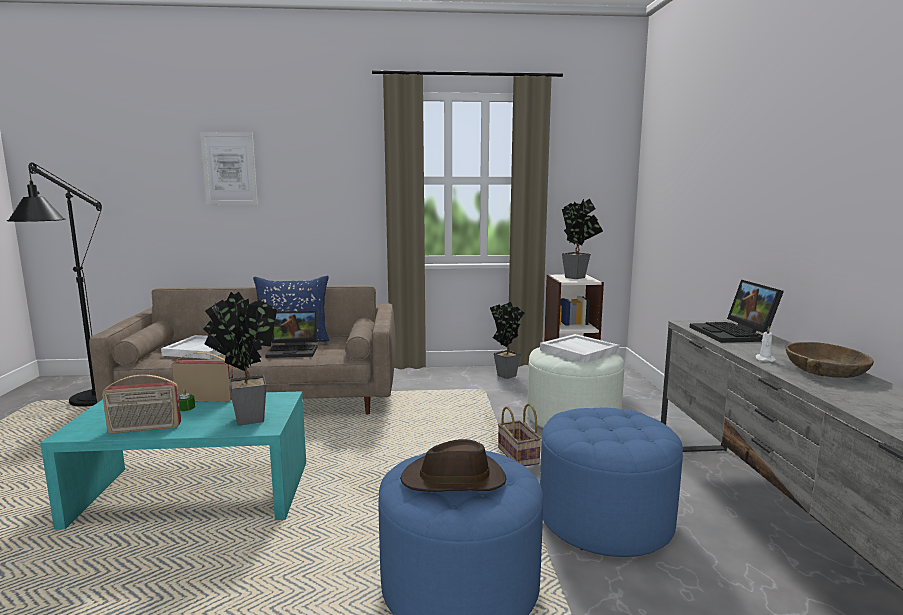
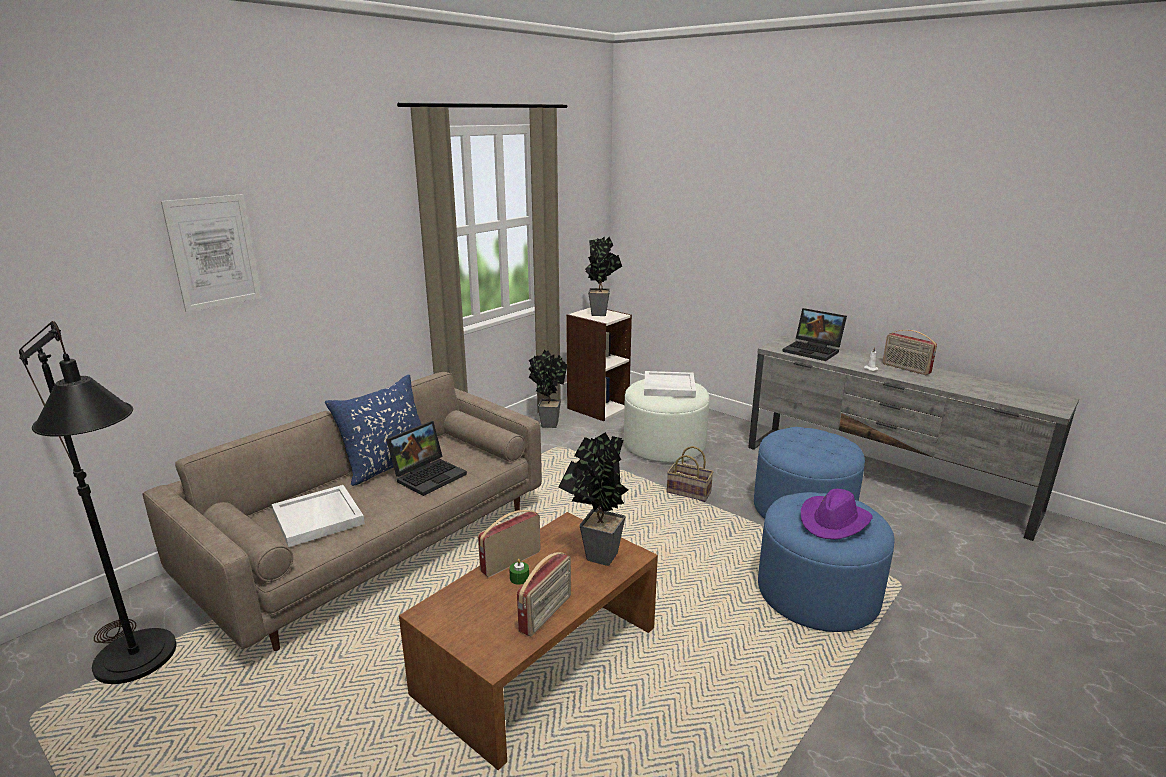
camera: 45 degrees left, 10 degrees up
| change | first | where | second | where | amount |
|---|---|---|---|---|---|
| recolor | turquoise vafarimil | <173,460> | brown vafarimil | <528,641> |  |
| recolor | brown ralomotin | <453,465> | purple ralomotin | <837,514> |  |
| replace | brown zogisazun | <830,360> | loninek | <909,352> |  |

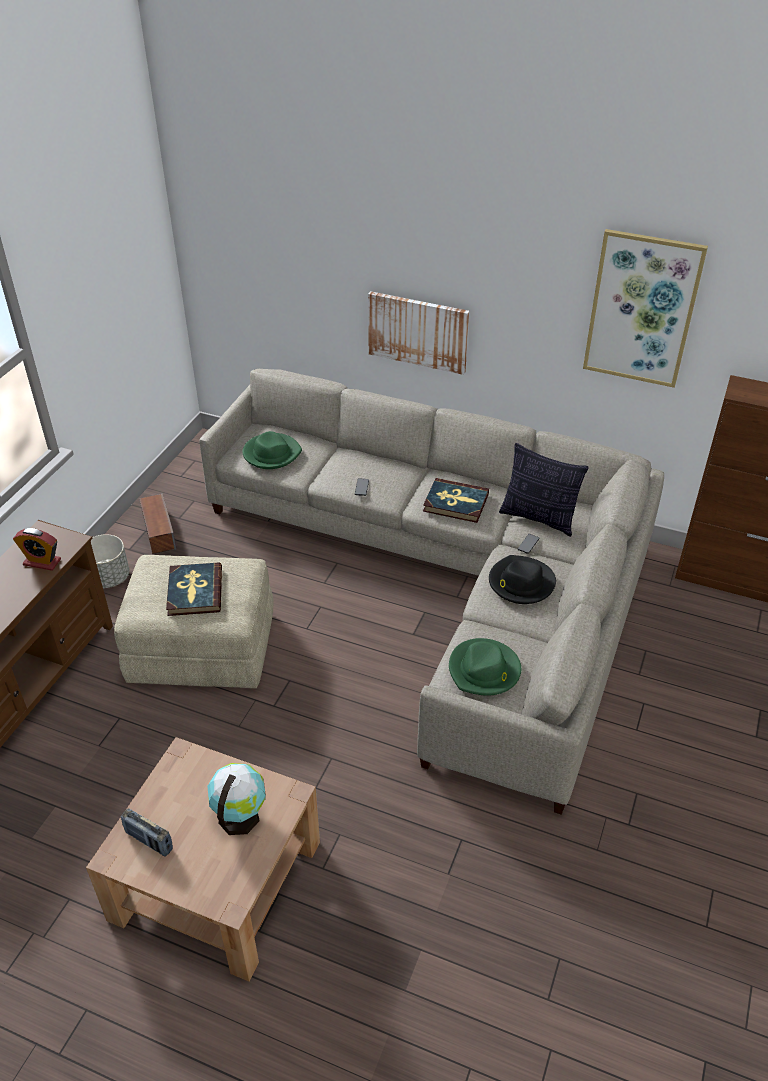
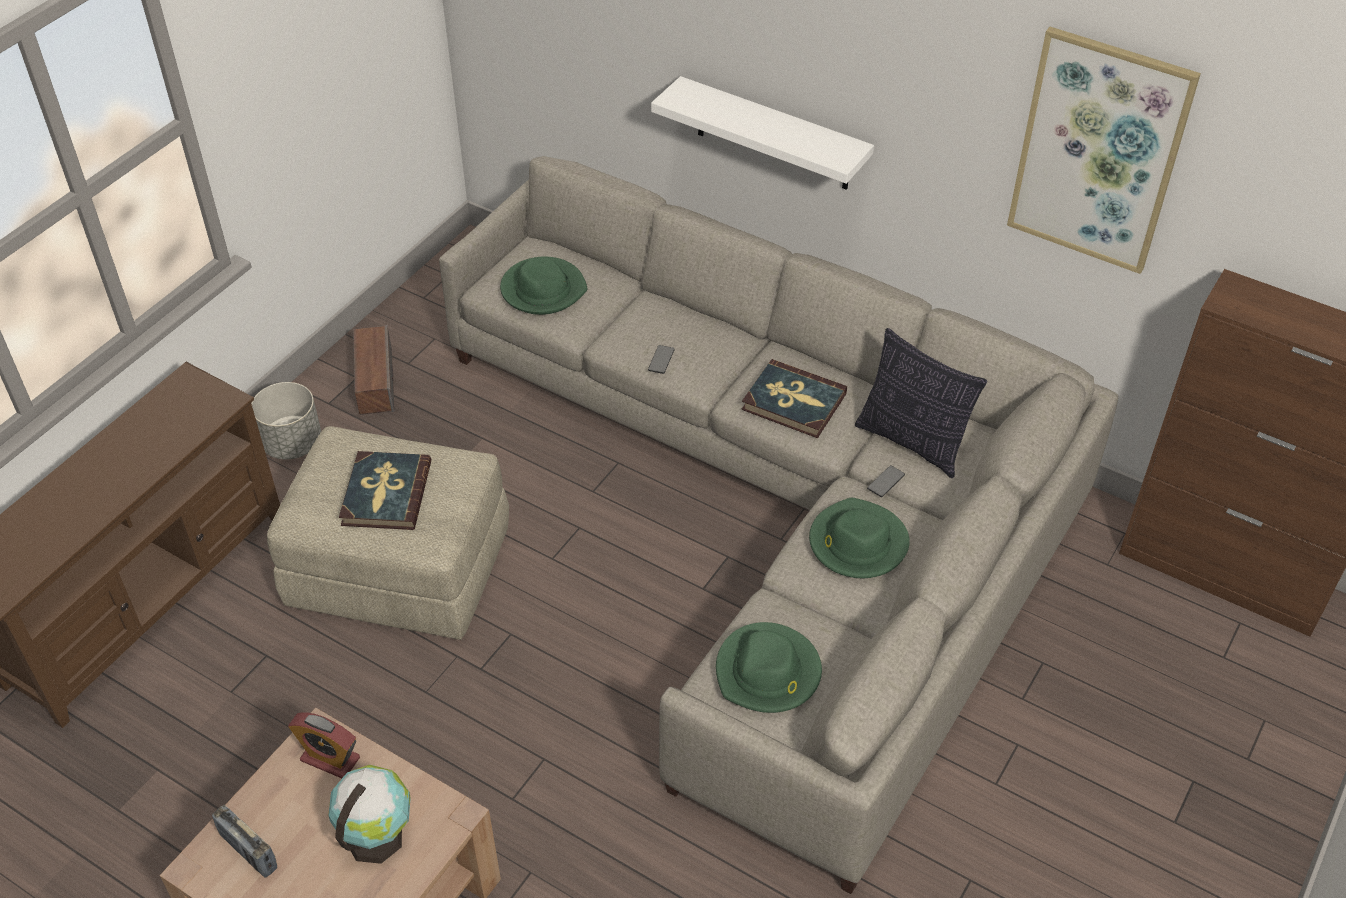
camera: 10 degrees right, 5 degrees up
| change | first | where | second | where | amount |
|---|---|---|---|---|---|
| move | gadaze | <37,549> |  | <324,745> |  |
| replace | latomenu | <418,333> | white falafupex | <762,133> |  |
| recolor | black ralomotin | <522,579> | green ralomotin | <859,538> |  |

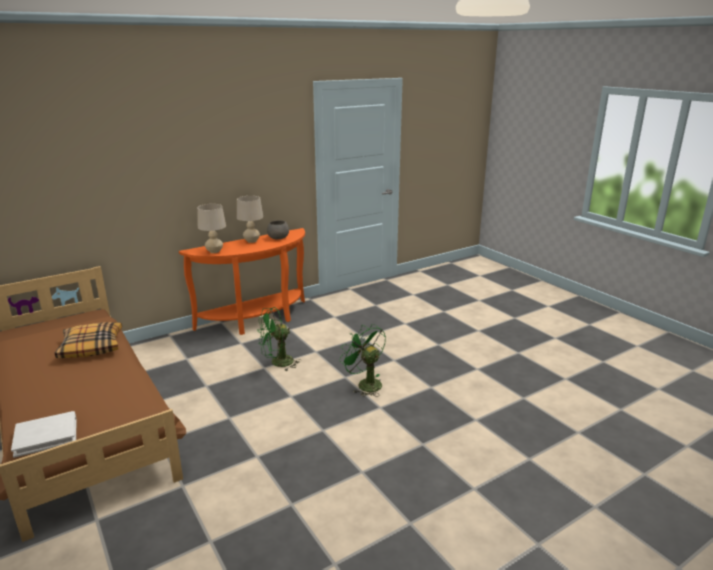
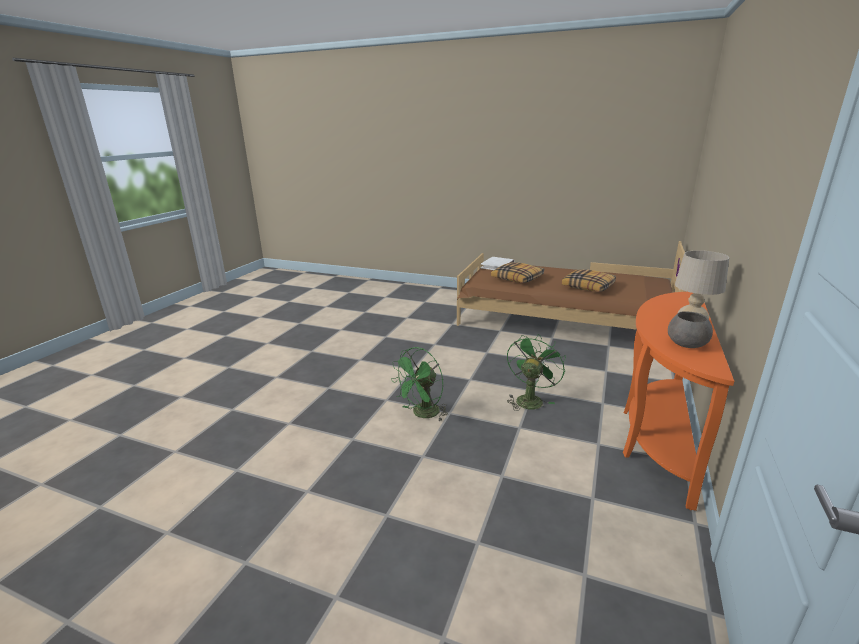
camera: 145 degrees right, 0 degrees up
| change | first | where | second | where | amount |
|---|---|---|---|---|---|
| delete | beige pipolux | <211,228> |  |  |  |
| rotate | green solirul | <362,361> |  | <419,384> | 120 degrees clockwise |
| insert |  |  | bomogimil | <517,272> |  |

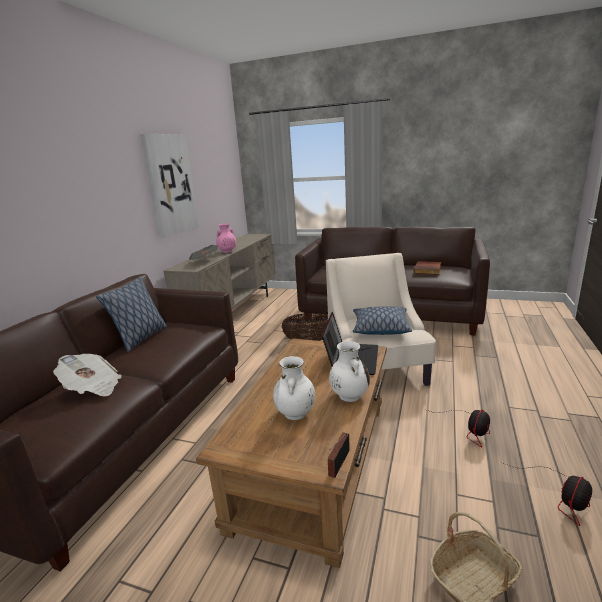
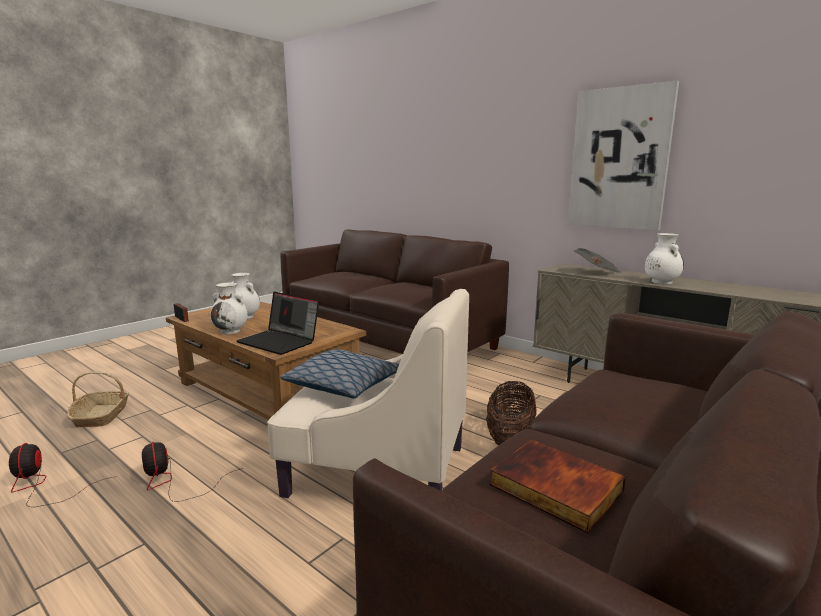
camera: 110 degrees right, 5 degrees down
| change | first | where | second | where | amount |
|---|---|---|---|---|---|
| delete | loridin | <87,375> |  |  |  |
| delete | bomogimil | <131,314> |  |  |  |
| recolor | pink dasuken | <226,238> | white dasuken | <664,258> |  |

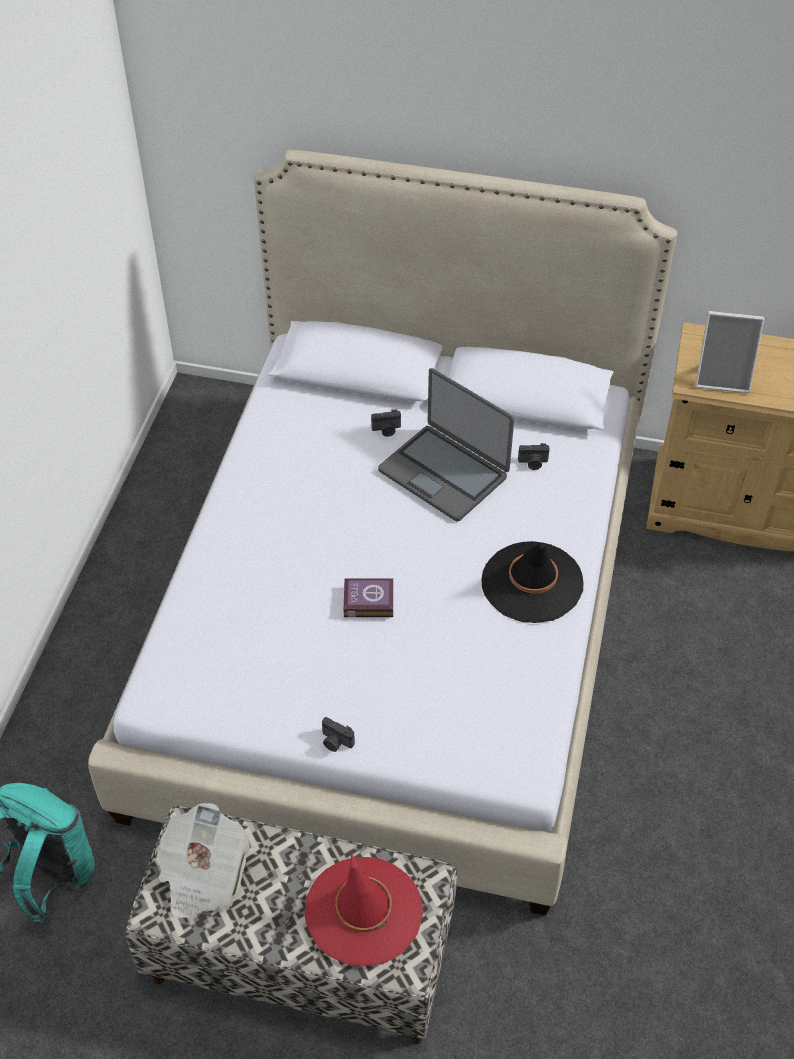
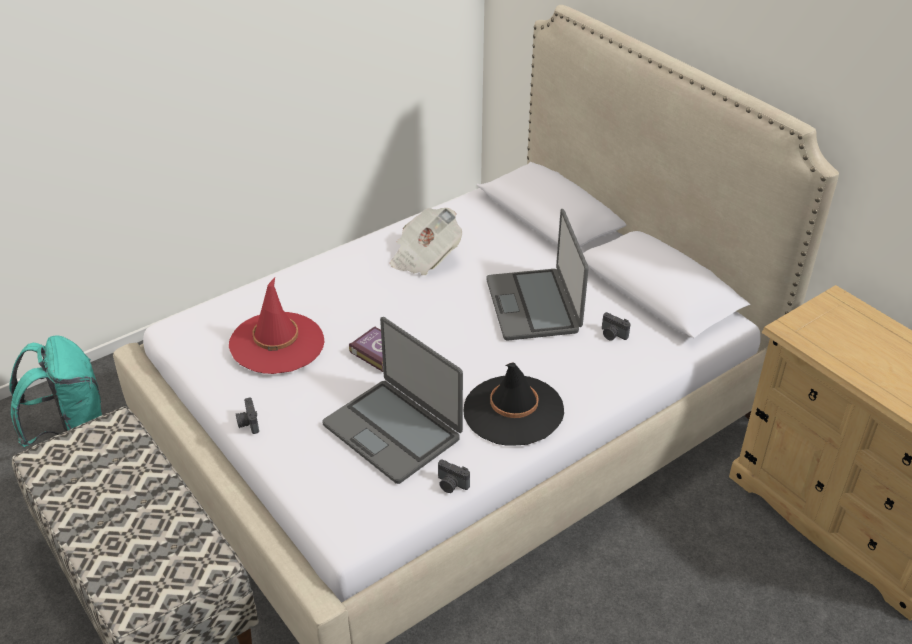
camera: 40 degrees right, 10 degrees down
| change | first | where | second | where | amount |
|---|---|---|---|---|---|
| move | loridin | <202,860> |  | <426,241> |  |
| move | red ralomotin | <364,910> |  | <277,325> |  |
| move | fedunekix | <386,423> |  | <454,476> |  |
| delete | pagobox | <730,352> |  |  |  |
| insert |  |  | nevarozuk | <392,400> |  |

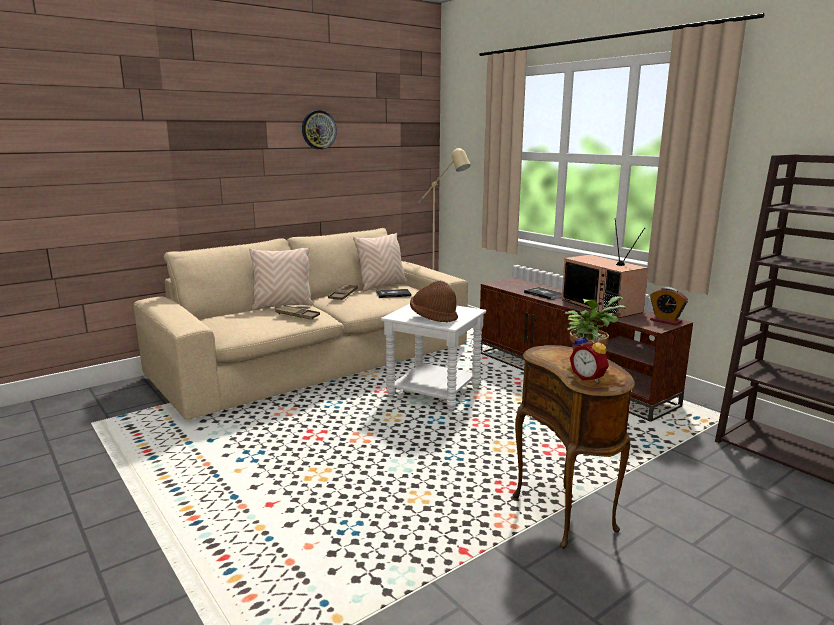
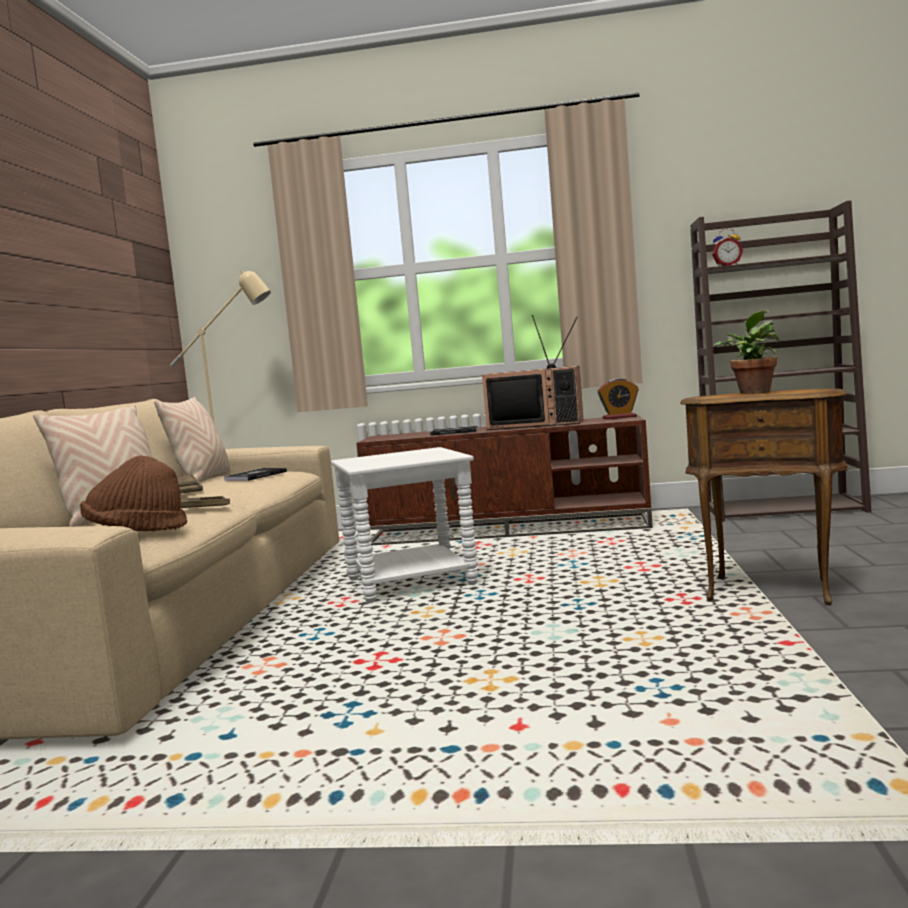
camera: 45 degrees left, 10 degrees down
| change | first | where | second | where | amount |
|---|---|---|---|---|---|
| delete | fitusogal | <319,130> |  |  |  |
| move | brown ralomotin | <434,301> |  | <133,493> |  |
| move | gadaze | <589,357> |  | <727,247> |  |

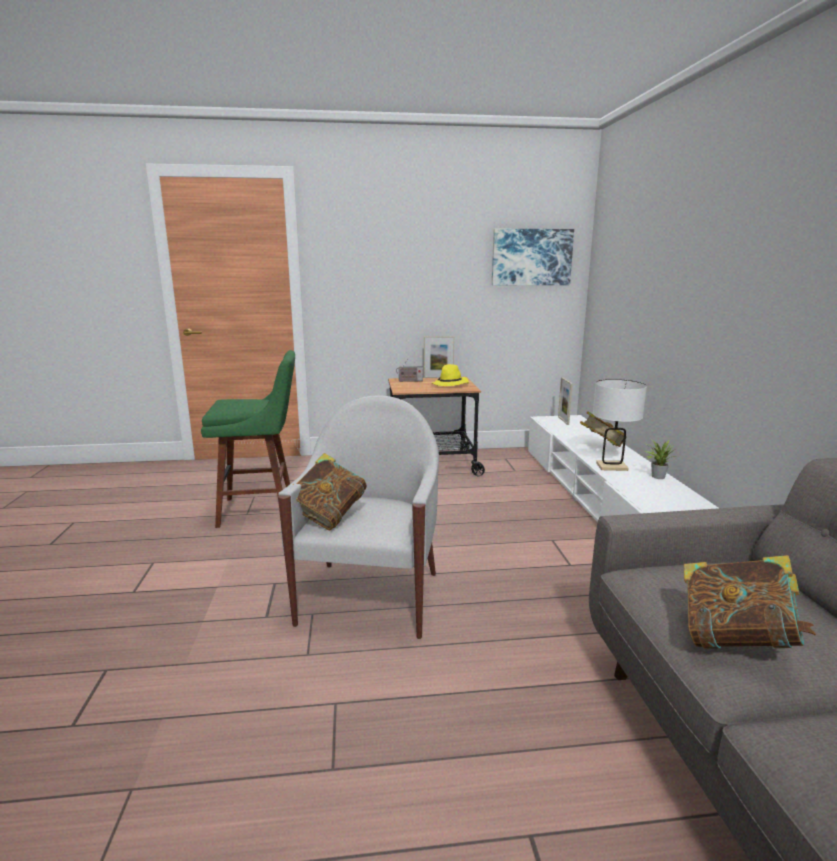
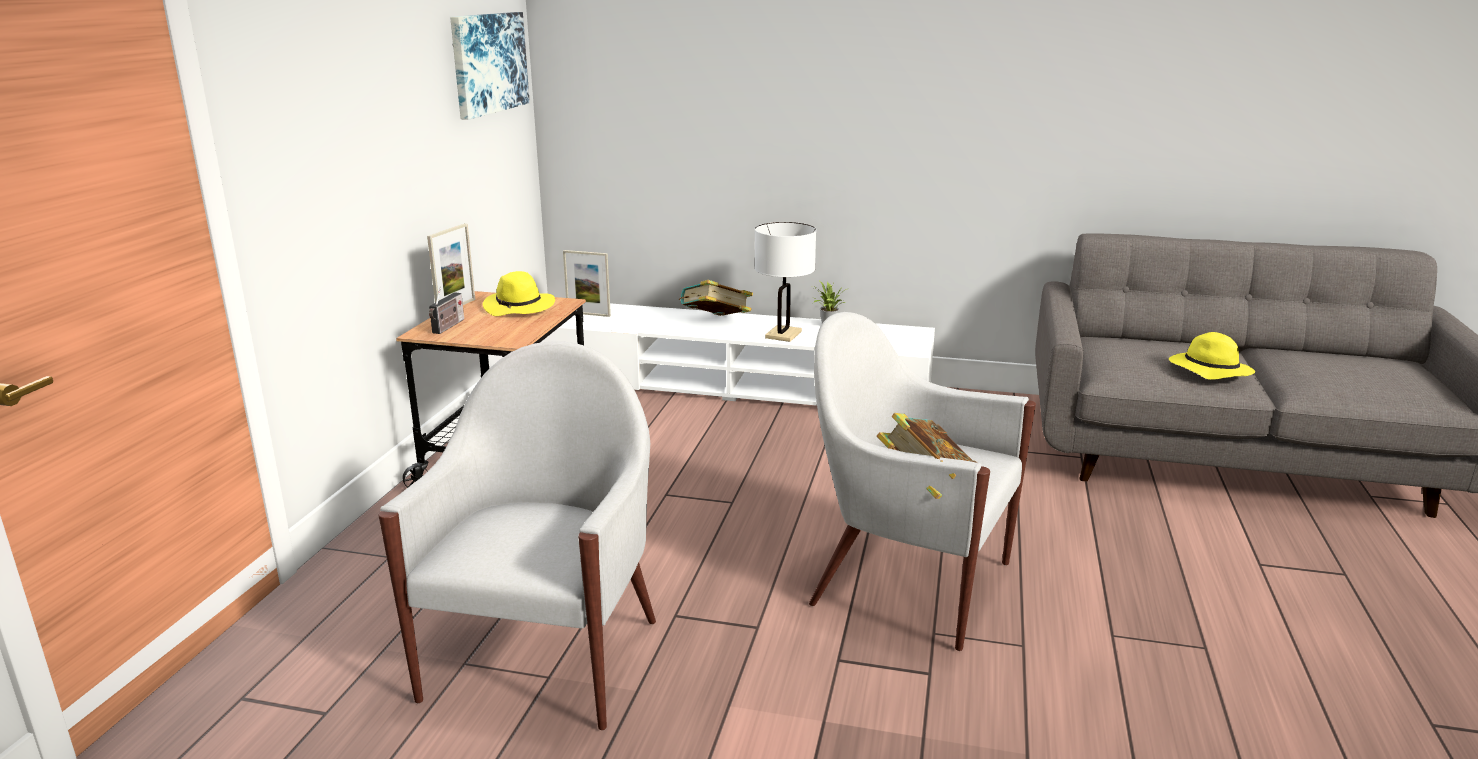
camera: 70 degrees left, 5 degrees up
| change | first | where | second | where | amount |
|---|---|---|---|---|---|
| replace | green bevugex | <248,439> | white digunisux | <517,535> |  |
| replace | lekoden | <750,602> | yellow ralomotin | <1212,356> |  |

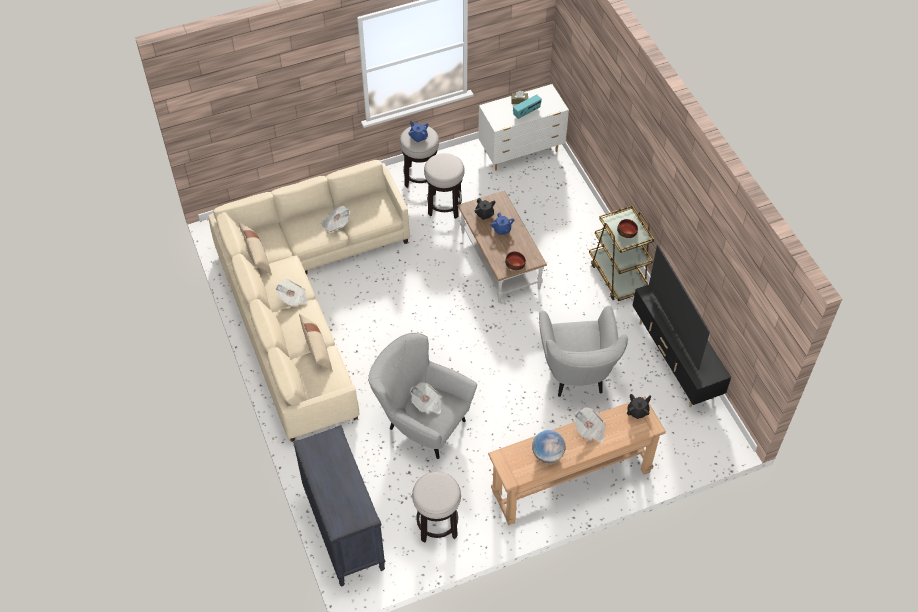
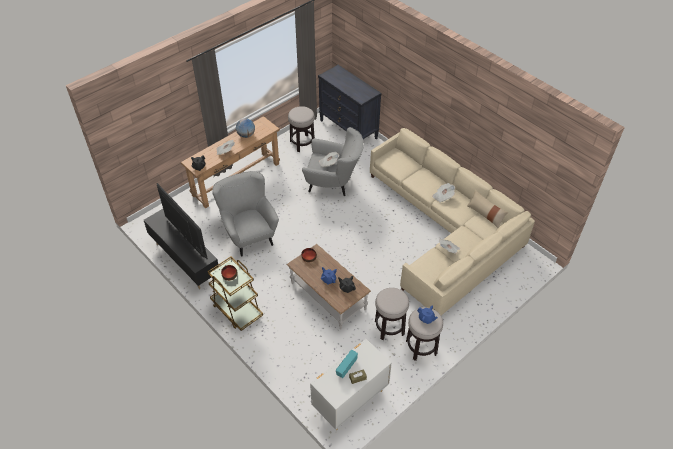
camera: 160 degrees right, 5 degrees down
| change | first | where | second | where | amount |
|---|---|---|---|---|---|
| delete | beige bomogimil | <316,343> |  |  |  |

